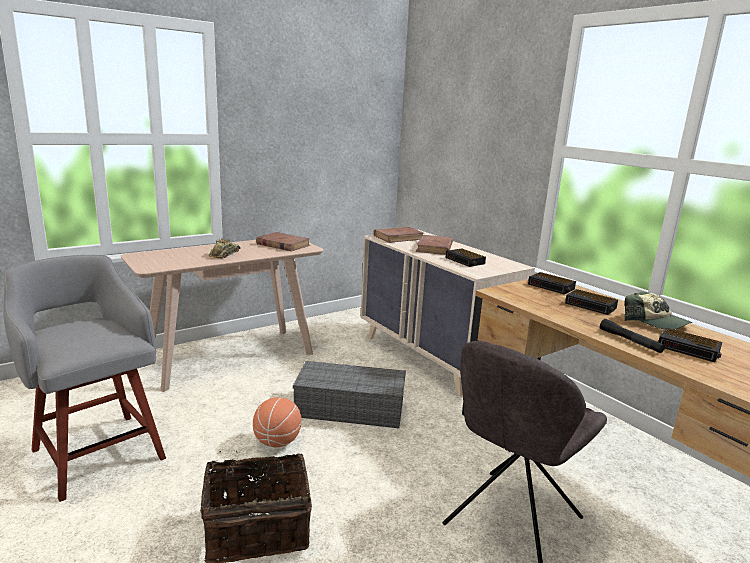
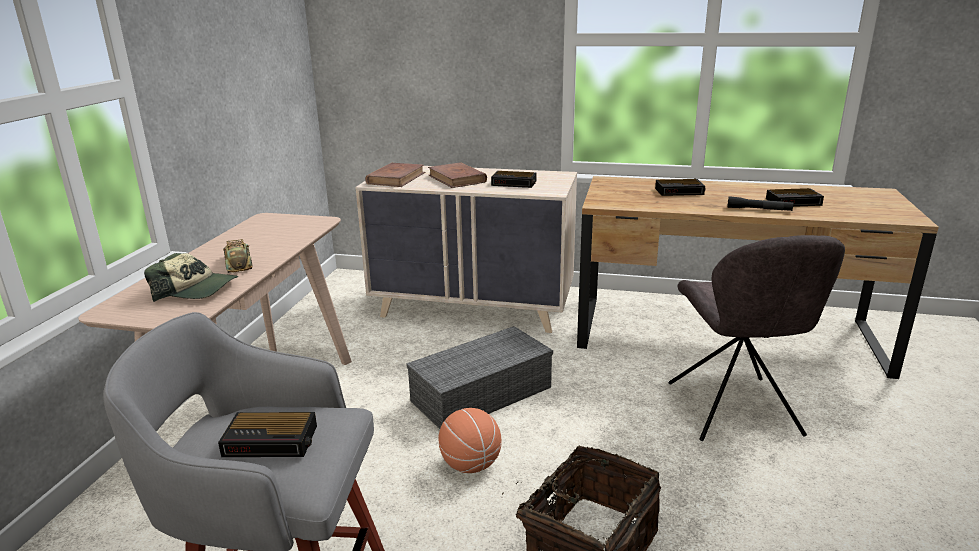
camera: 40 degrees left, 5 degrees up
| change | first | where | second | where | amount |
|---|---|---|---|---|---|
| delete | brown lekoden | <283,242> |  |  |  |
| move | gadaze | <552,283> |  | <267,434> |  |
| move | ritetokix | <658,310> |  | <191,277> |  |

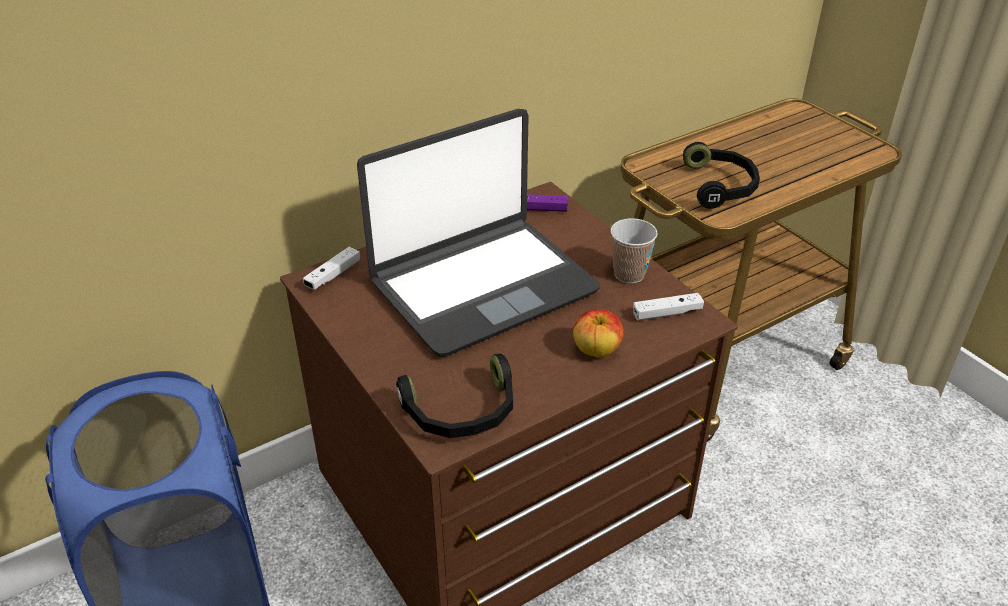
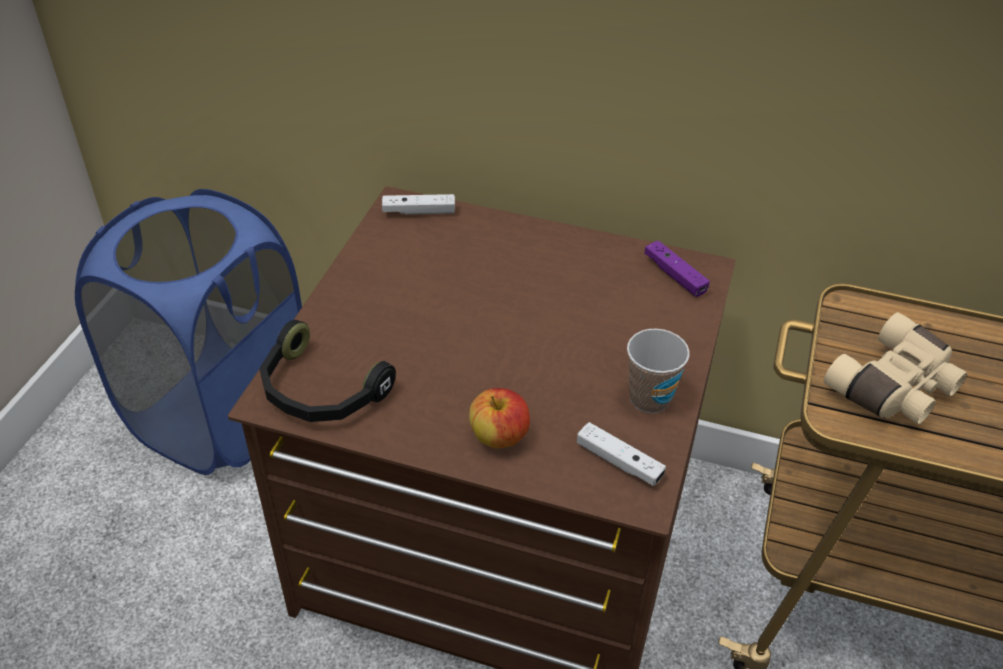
camera: 50 degrees right, 5 degrees up
| change | first | where | second | where | amount |
|---|---|---|---|---|---|
| delete | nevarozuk | <478,233> |  |  |  |
| replace | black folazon | <721,175> | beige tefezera | <895,368> |  |

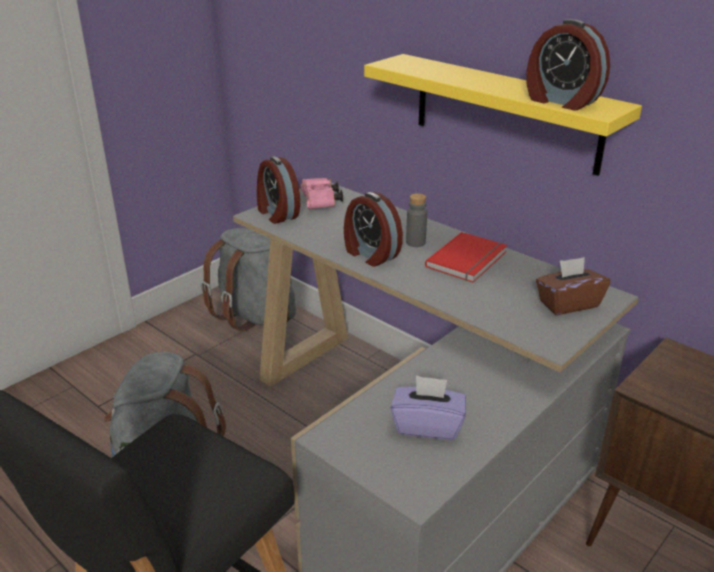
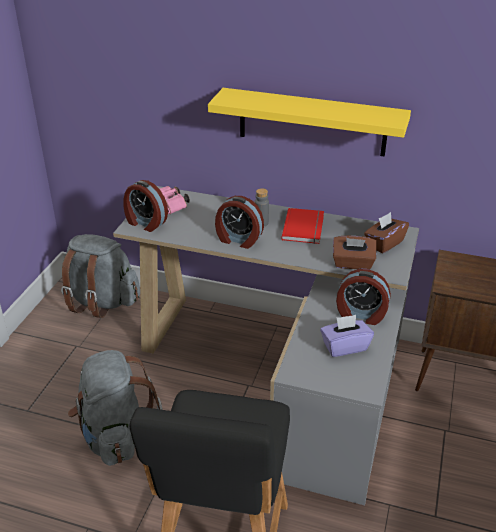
camera: 25 degrees left, 5 degrees up
| change | first | where | second | where | amount |
|---|---|---|---|---|---|
| move | gadaze | <568,65> |  | <363,297> |  |
| insert |  |  | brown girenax | <354,253> |  |

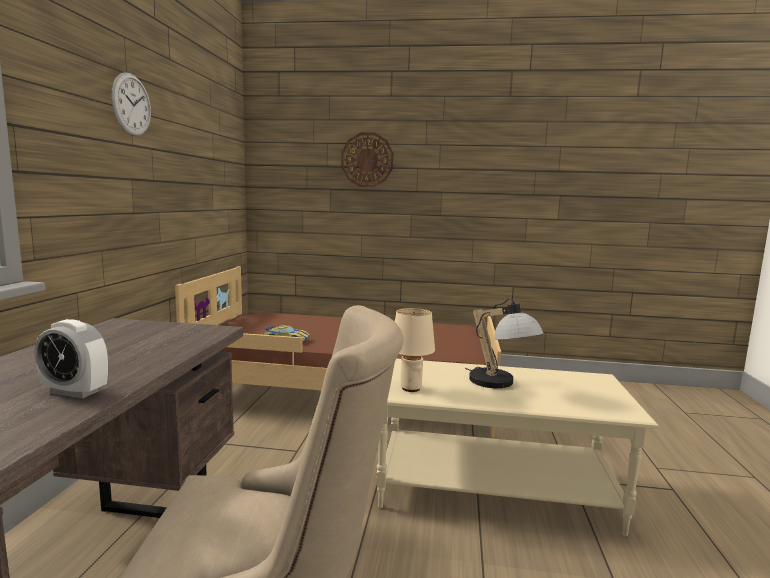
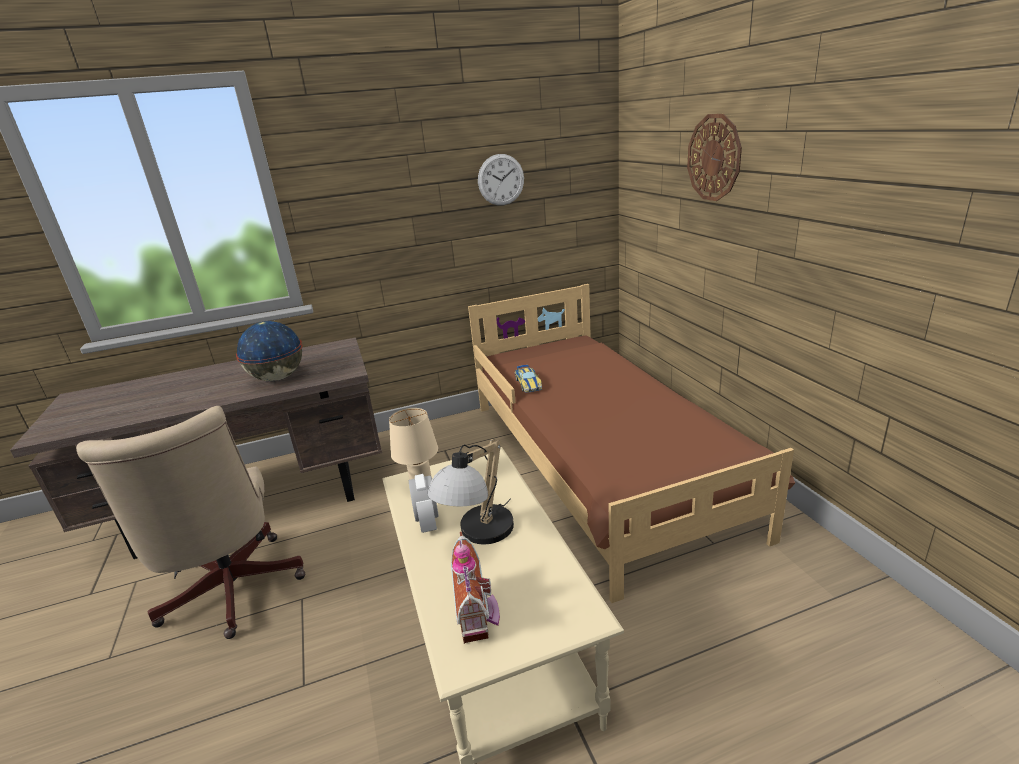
camera: 65 degrees right, 15 degrees up
| change | first | where | second | where | amount |
|---|---|---|---|---|---|
| move | gadaze | <71,358> |  | <424,503> |  |
| move | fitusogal | <131,104> |  | <501,179> |  |
| insert |  |  | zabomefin | <269,351> |  |
| insert |  |  | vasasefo | <475,588> |  |

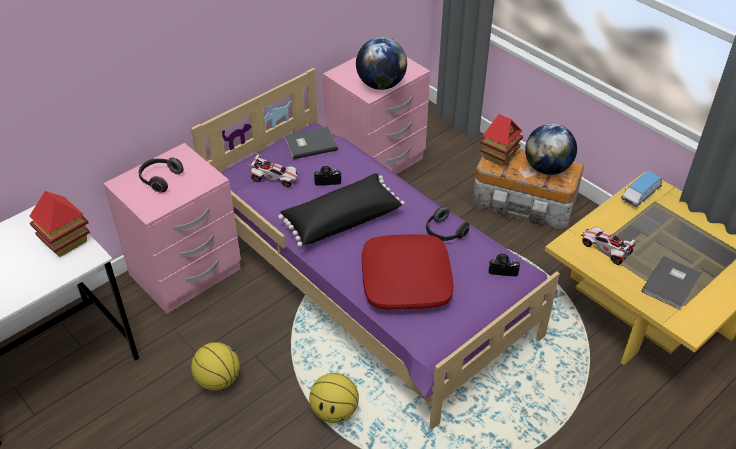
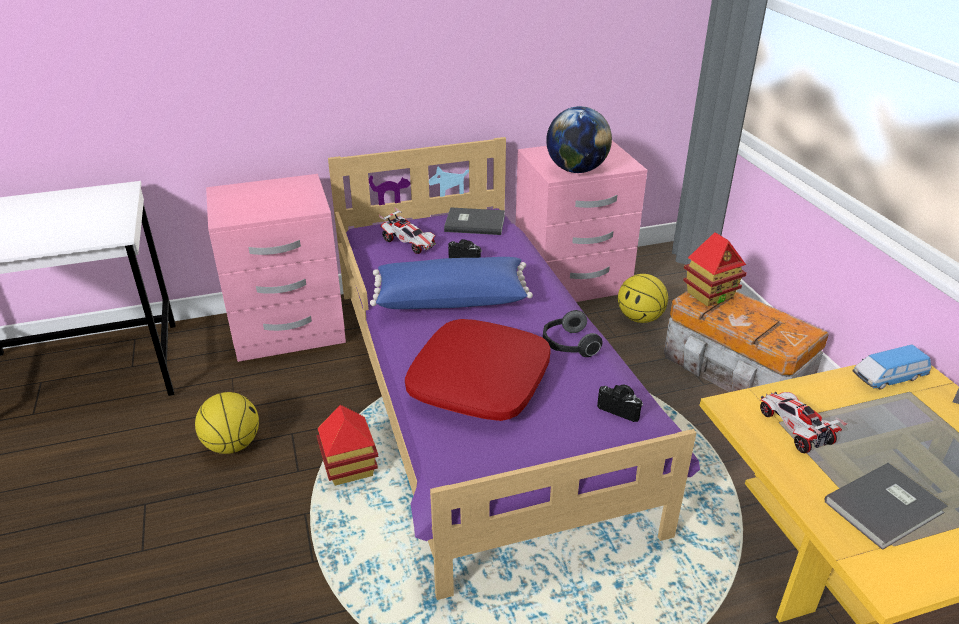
camera: 25 degrees right, 10 degrees down
| change | first | where | second | where | amount |
|---|---|---|---|---|---|
| move | vasasefo | <59,224> |  | <347,445> |  |
| delete | folazon | <161,175> |  |  |  |
| recolor | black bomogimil | <341,210> | blue bomogimil | <451,283> |  |
| move | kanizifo | <334,398> |  | <643,298> |  |
| delete | zabomefin | <551,149> |  |  |  |

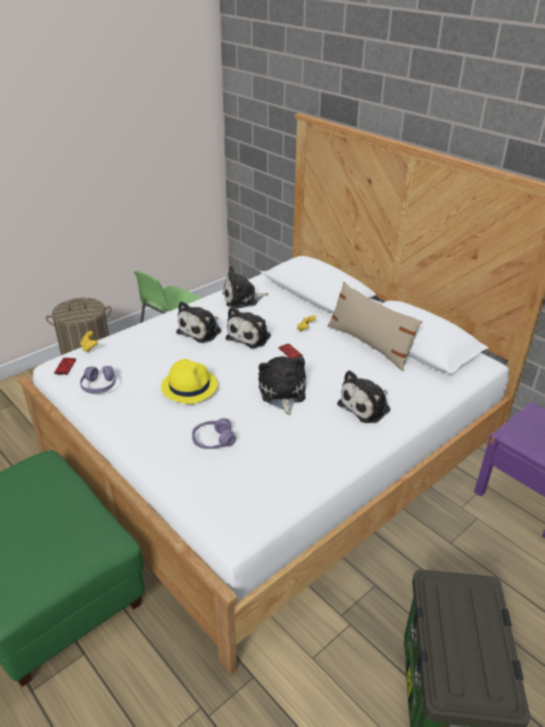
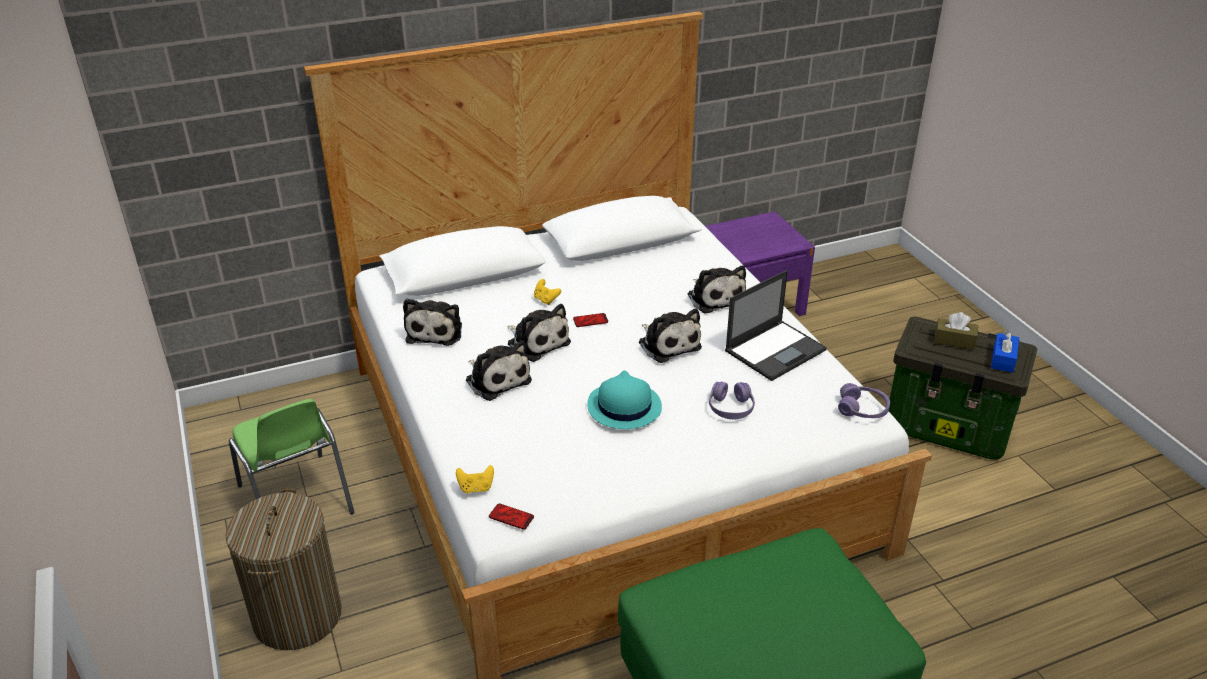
camera: 70 degrees left, 0 degrees up
| change | first | where | second | where | amount |
|---|---|---|---|---|---|
| move | purple folazon | <98,380> |  | <864,400> |  |
| recolor | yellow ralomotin | <189,381> | turquoise ralomotin | <624,400> |  |
| rotate | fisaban | <282,385> |  | <670,335> | 135 degrees counterclockwise |
| delete | beige bomogimil | <375,326> |  |  |  |
| insert |  |  | nevarozuk | <776,325> |  |
| insert |  |  | brown girenax | <956,331> |  |
| insert |  |  | blue girenax | <1005,351> |  |

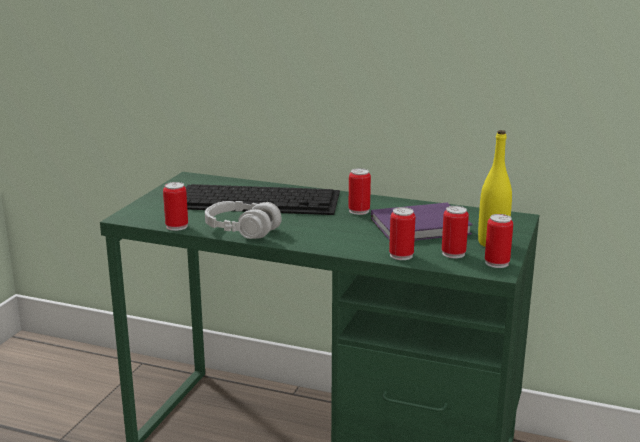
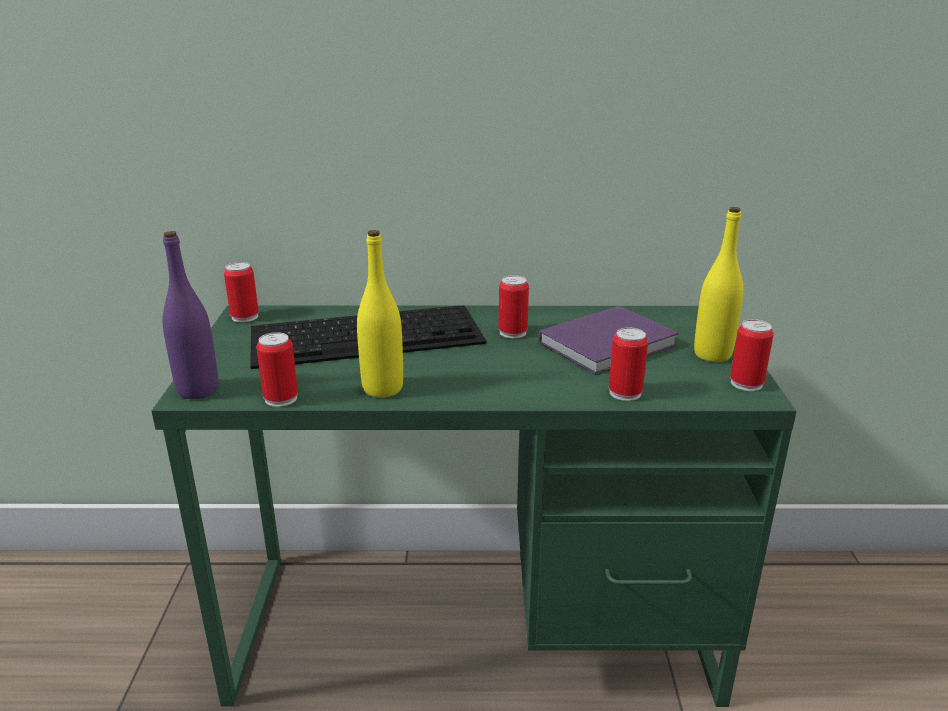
camera: 20 degrees left, 5 degrees up
| change | first | where | second | where | amount |
|---|---|---|---|---|---|
| replace | grey folazon | <243,220> | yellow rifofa | <380,314> |  |
| move | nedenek | <455,232> |  | <241,292> |  |
| insert |  |  | purple rifofa | <190,315> |  |

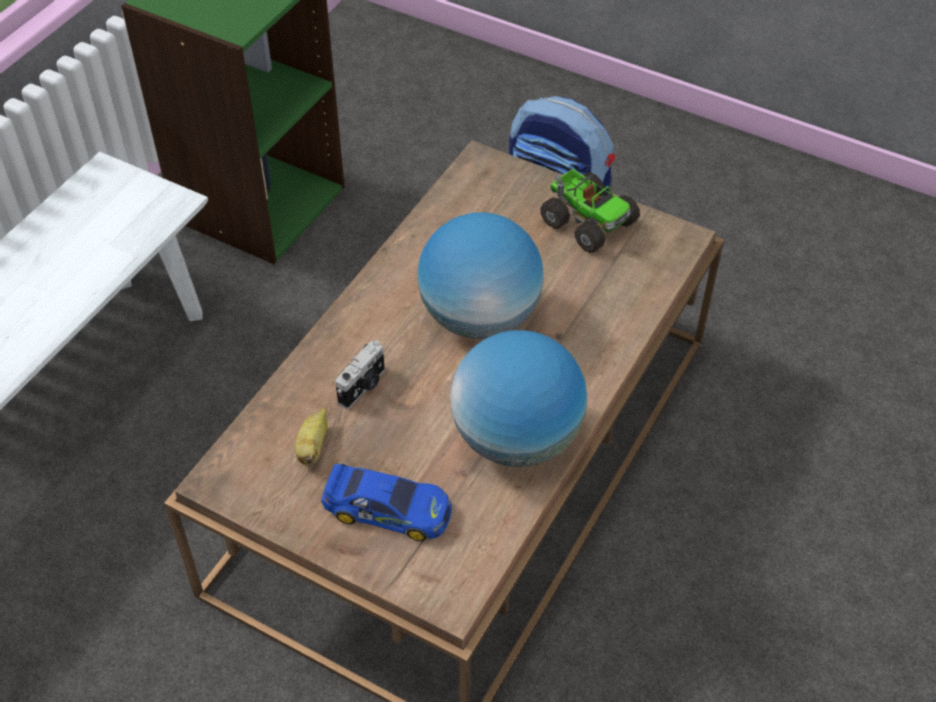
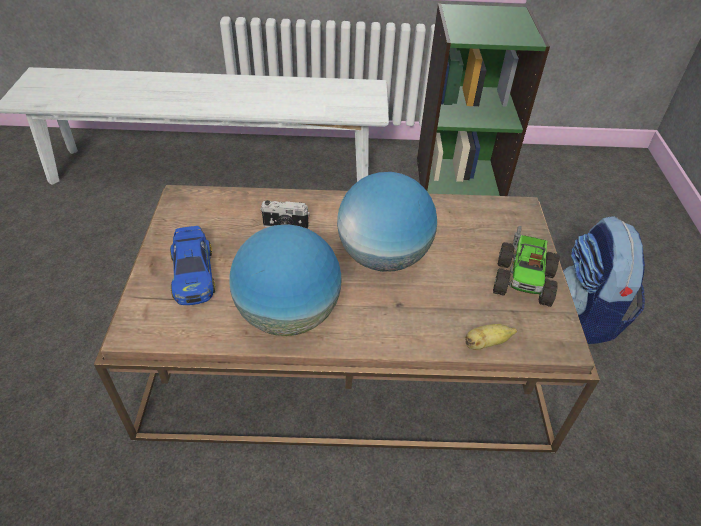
camera: 60 degrees right, 5 degrees down
| change | first | where | second | where | amount |
|---|---|---|---|---|---|
| move | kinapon | <311,437> |  | <491,337> |  |

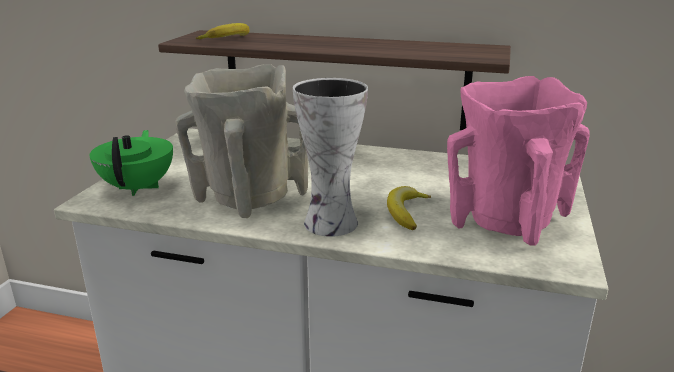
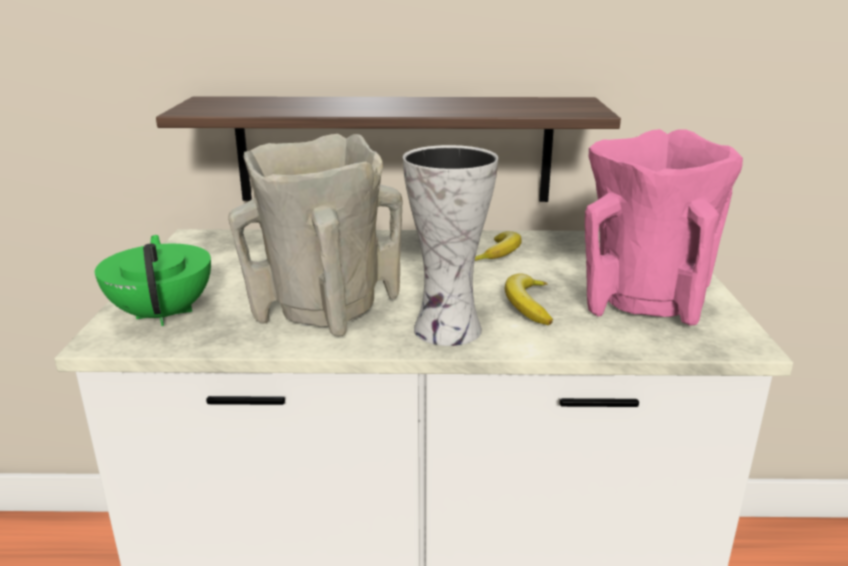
camera: 15 degrees left, 0 degrees up
| change | first | where | second | where | amount |
|---|---|---|---|---|---|
| move | kinapon | <222,31> |  | <498,246> |  |

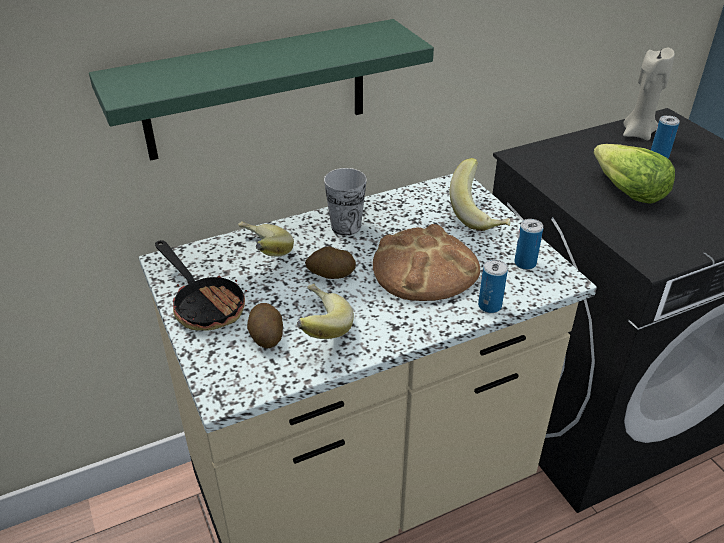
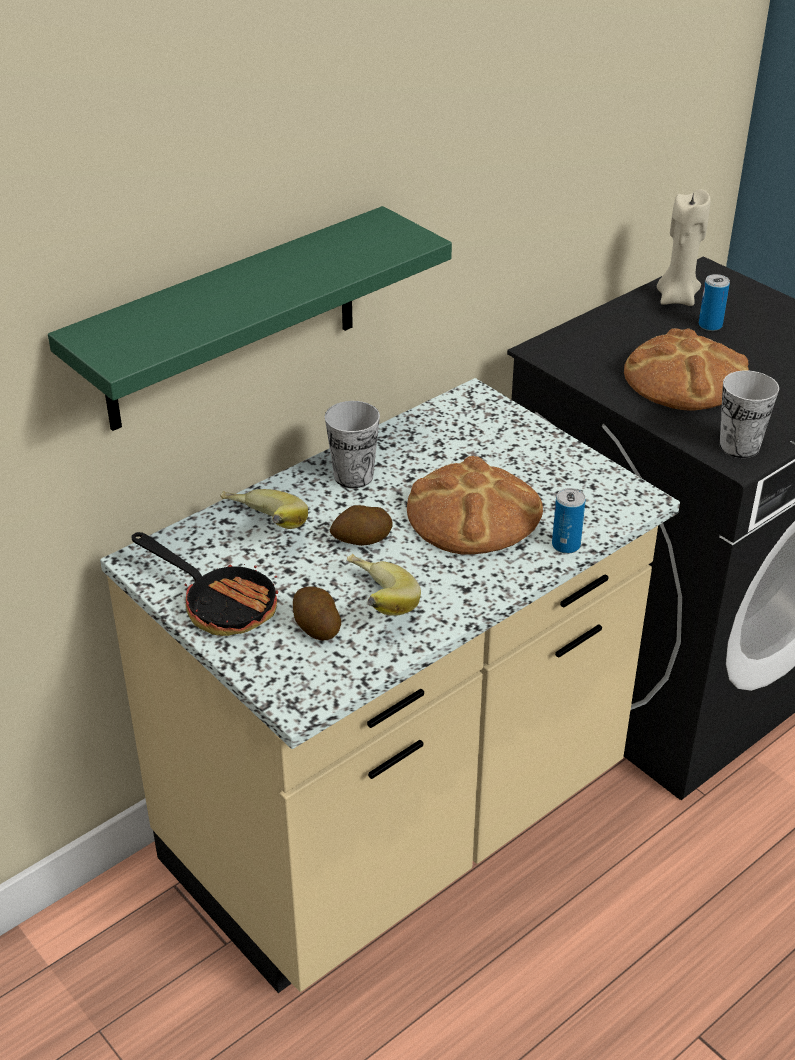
camera: 15 degrees left, 0 degrees up
| change | first | where | second | where | amount |
|---|---|---|---|---|---|
| delete | kinapon | <480,194> |  |  |  |
| delete | nedenek | <528,244> |  |  |  |
| replace | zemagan | <634,174> | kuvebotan | <686,369> |  |
| insert |  |  | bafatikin | <749,414> |  |

